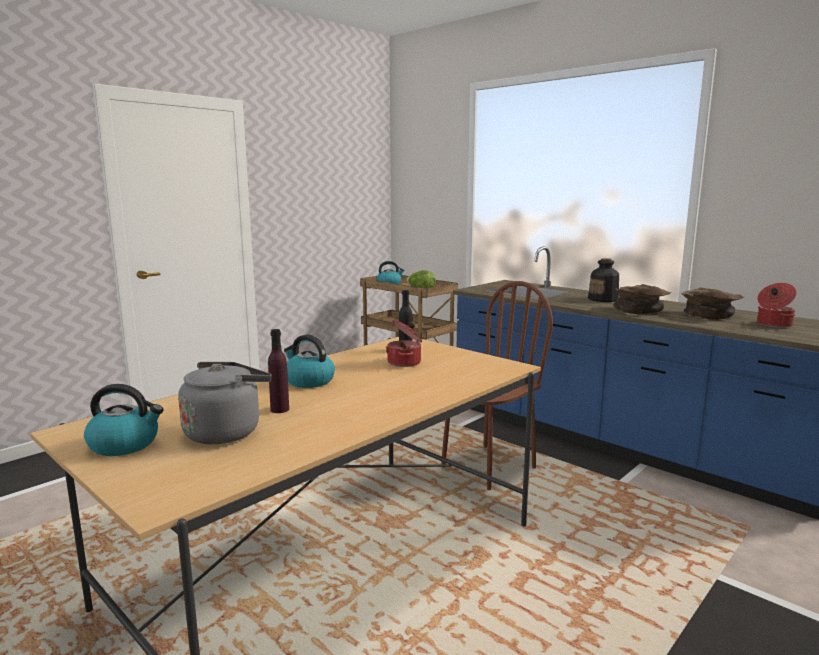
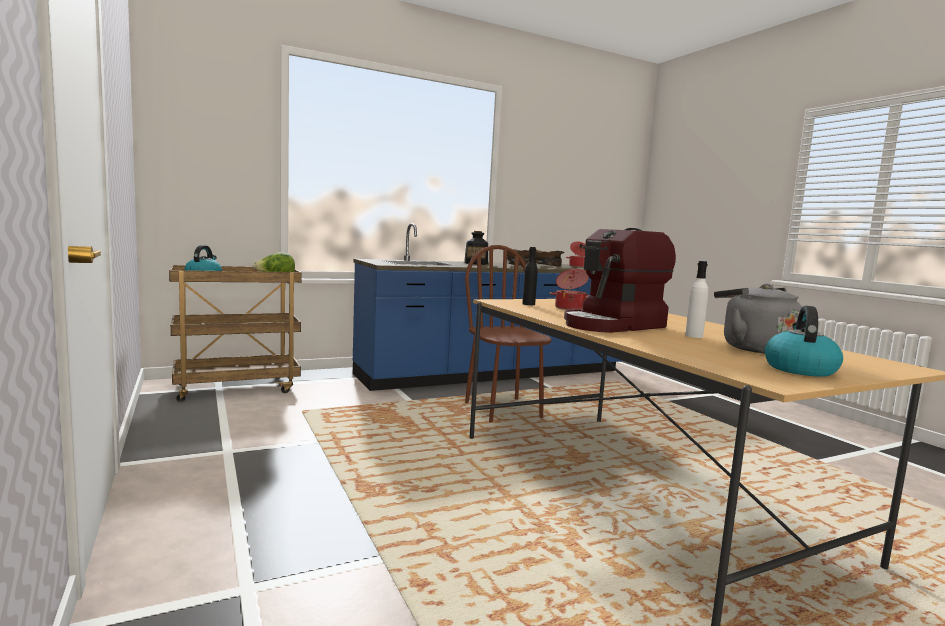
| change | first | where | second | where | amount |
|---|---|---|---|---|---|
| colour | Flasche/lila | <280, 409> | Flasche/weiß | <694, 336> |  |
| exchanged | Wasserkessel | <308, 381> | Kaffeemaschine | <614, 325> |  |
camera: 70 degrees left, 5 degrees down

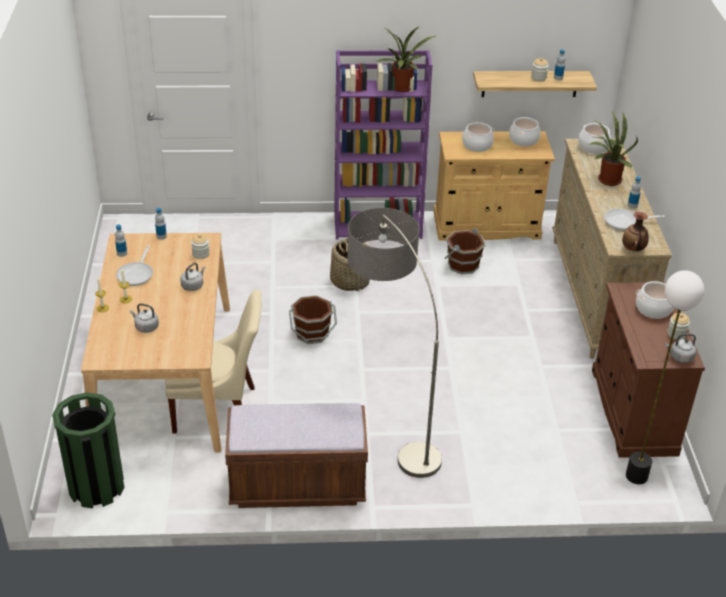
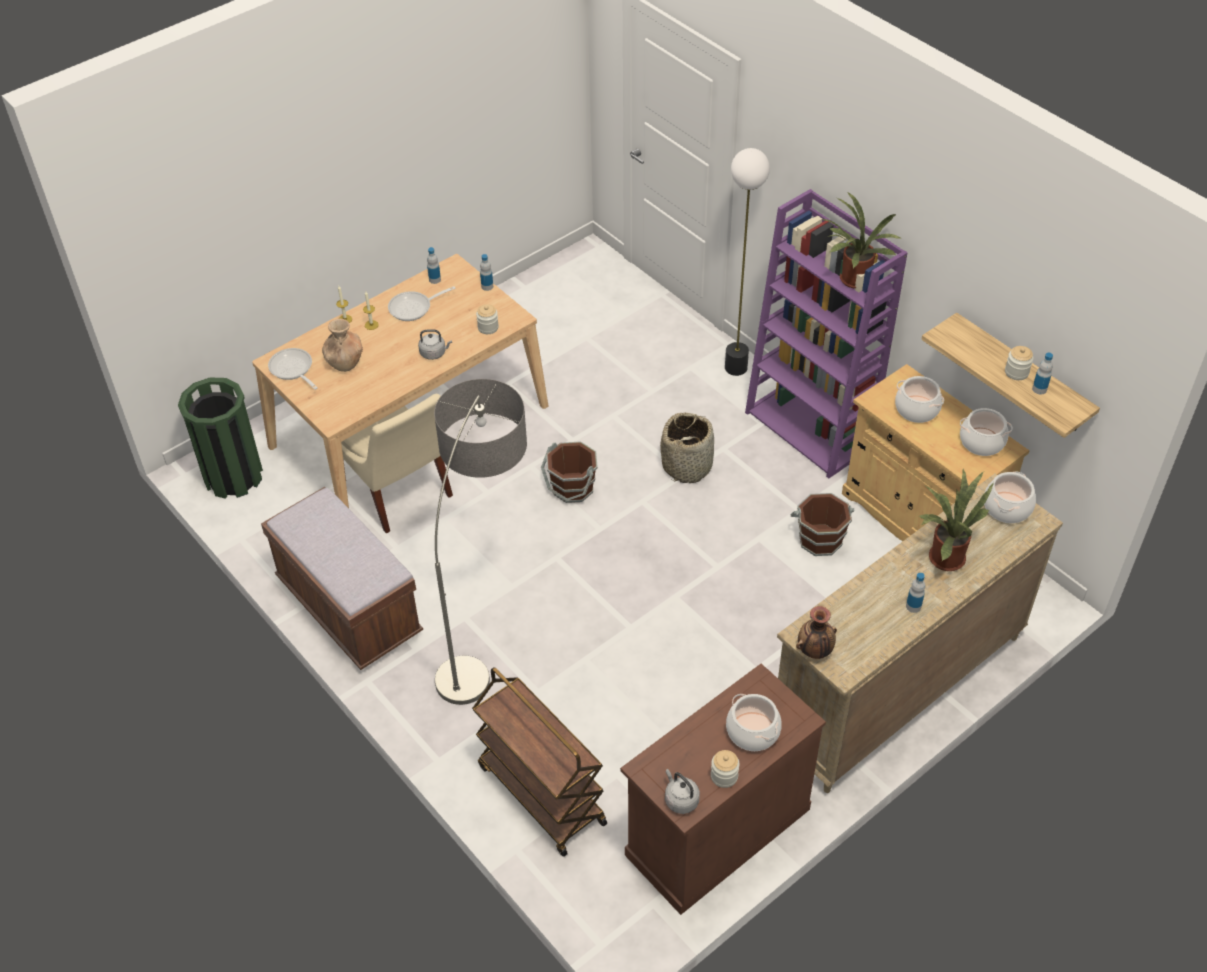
| change | first | where | second | where | amount |
|---|---|---|---|---|---|
| relocated | Pfanne | <625, 222> |  | <293, 370> |  |
| relocated | Stehlampe | <637, 476> |  | <736, 368> |  |
| exchanged | Wasserkessel/grau | <145, 327> | Vase/braun | <345, 362> |  |
| appeared |  |  | Rollwagen/braun | <540, 794> |  |
camera: 55 degrees right, 10 degrees up

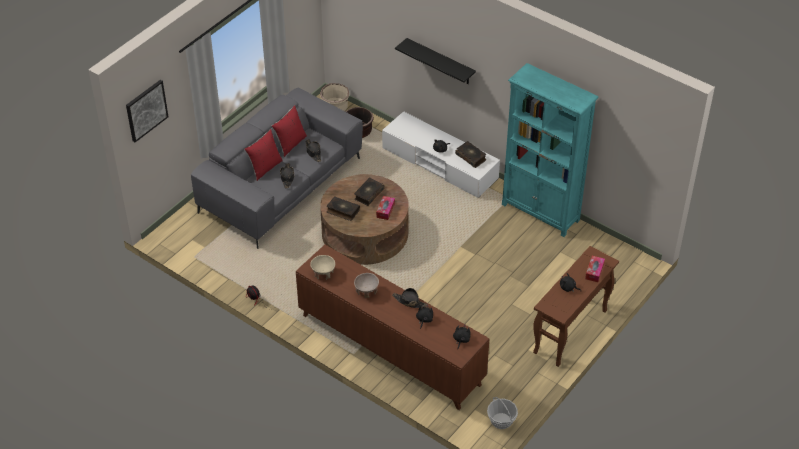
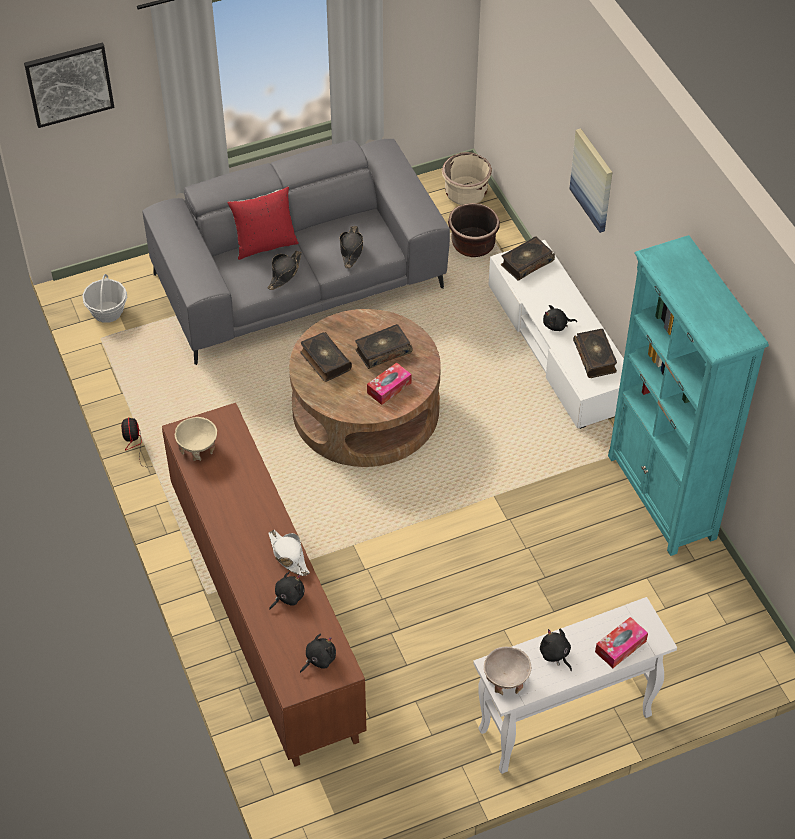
| change | first | where | second | where | amount |
|---|---|---|---|---|---|
| exchanged | Wandregal/schwarz | <440, 62> | Bild | <592, 180> |  |
| missing | Kissen/rot | <290, 144> |  |  |  |
| colour | Konsolentisch/braun | <570, 332> | Konsolentisch/weiß | <564, 724> |  |
| relocated | Schüssel/beige | <366, 291> |  | <506, 680> |  |
| colour | Hut/schwarz | <409, 301> | Hut/weiß | <288, 555> |  |
| relocated | Korb | <501, 421> |  | <107, 312> |  |
| appeared |  |  | Buch | <526, 263> |  |
camera: 30 degrees right, 5 degrees up

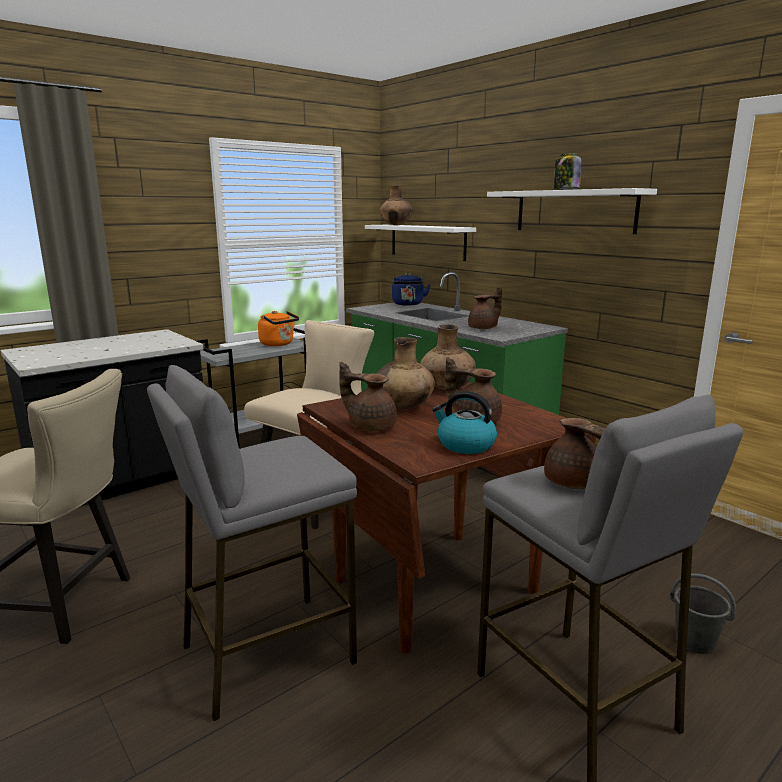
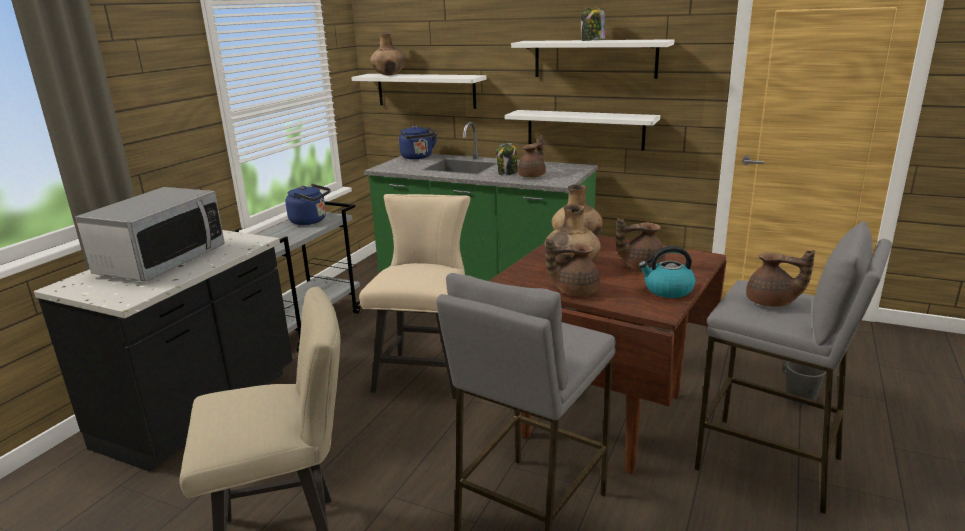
| change | first | where | second | where | amount |
|---|---|---|---|---|---|
| colour | Wasserkessel/orange | <278, 344> | Wasserkessel/blau | <310, 221> |  |
| appeared |  |  | Wandregal/weiß | <585, 129> |  |
| appeared |  |  | Vorratsglas | <507, 173> |  |
| appeared |  |  | Mikrowelle | <162, 261> |  |
camera: 25 degrees left, 5 degrees up

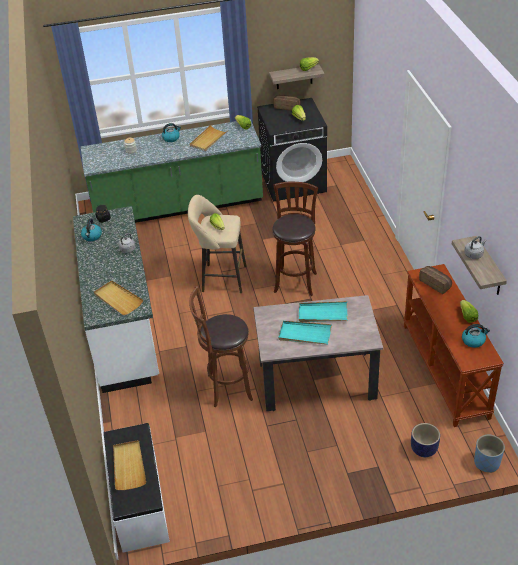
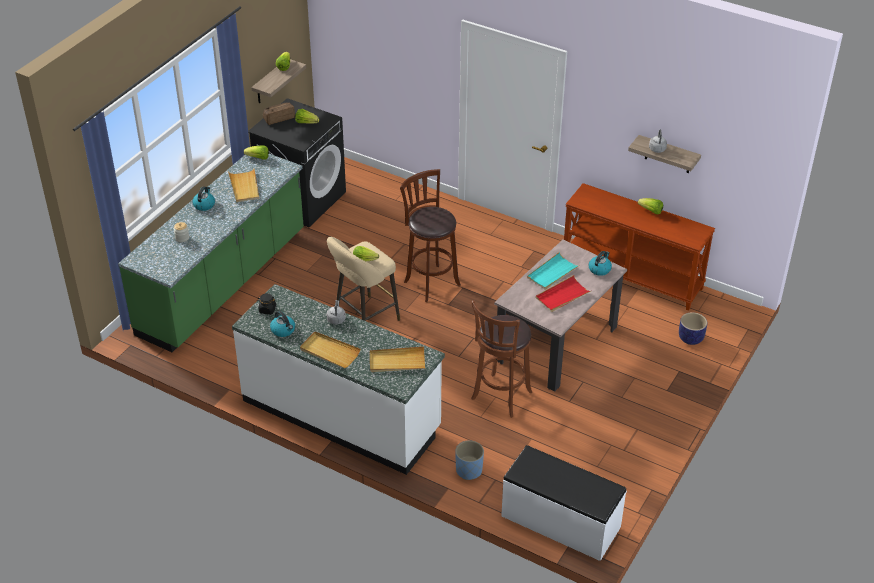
| change | first | where | second | where | amount |
|---|---|---|---|---|---|
| missing | Brot | <435, 284> |  |  |  |
| colour | Tablett/türkis | <304, 334> | Tablett/rot | <562, 296> |  |
| relocated | Wasserkessel | <473, 340> |  | <599, 269> |  |
| relocated | Pflanzkübel/blau | <486, 462> |  | <468, 470> |  |
| relocated | Tablett/beige | <129, 466> |  | <329, 351> |  |
camera: 50 degrees left, 0 degrees up

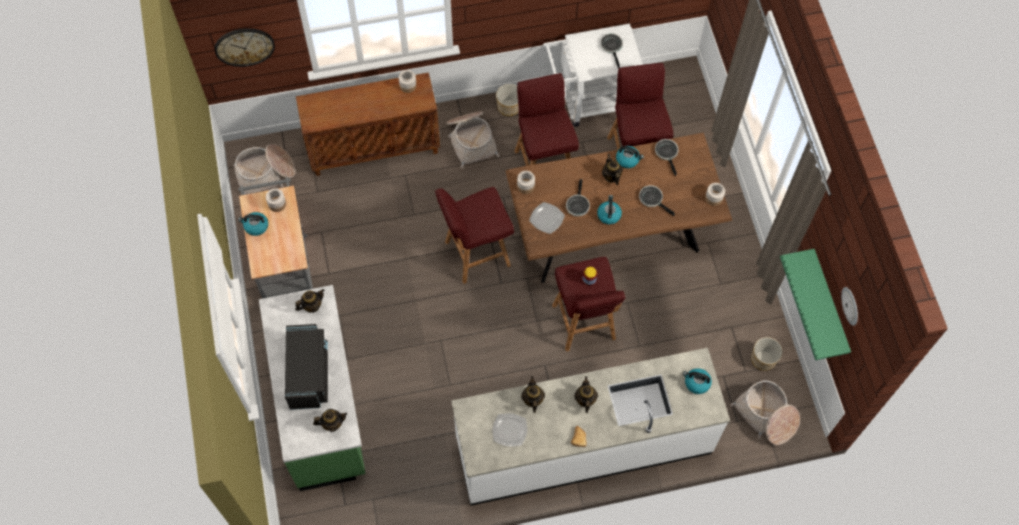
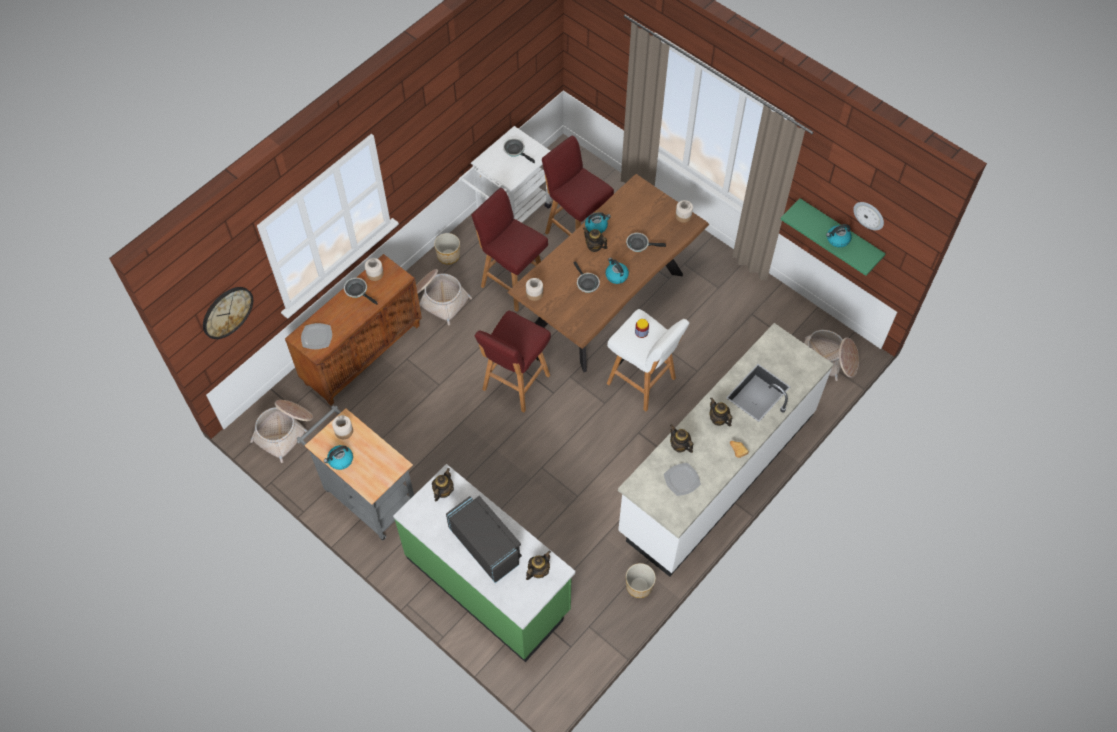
| change | first | where | second | where | amount |
|---|---|---|---|---|---|
| relocated | Pfanne | <667, 153> |  | <358, 291> |  |
| relocated | Teller | <546, 218> |  | <316, 337> |  |
| colour | Hocker/rot | <584, 324> | Hocker/weiß | <642, 382> |  |
| relocated | Pflanzkübel | <763, 359> |  | <639, 586> |  |
| relocated | Wasserkessel | <696, 383> |  | <837, 240> |  |
camera: 35 degrees left, 5 degrees down

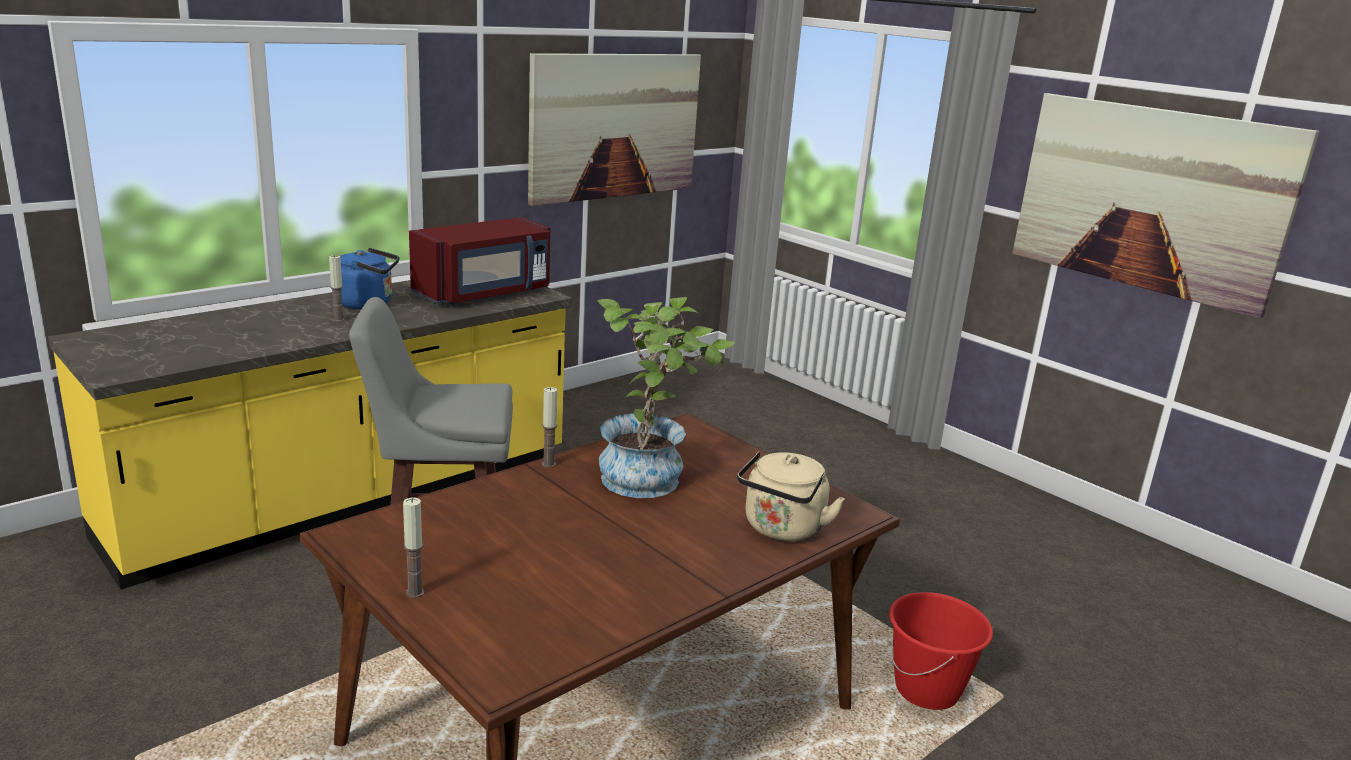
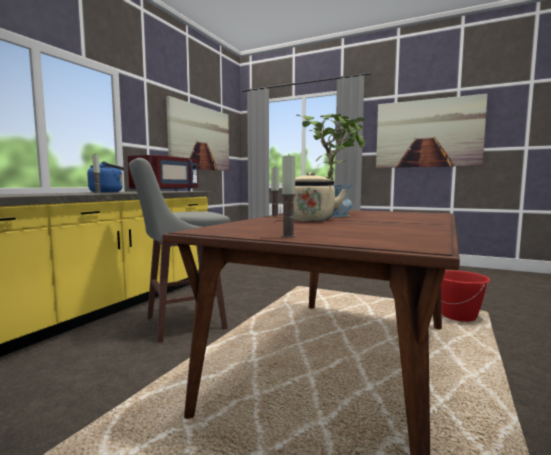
| change | first | where | second | where | amount |
|---|---|---|---|---|---|
| relocated | Wasserkessel/beige | <782, 529> |  | <310, 220> |  |
camera: 20 degrees left, 15 degrees down

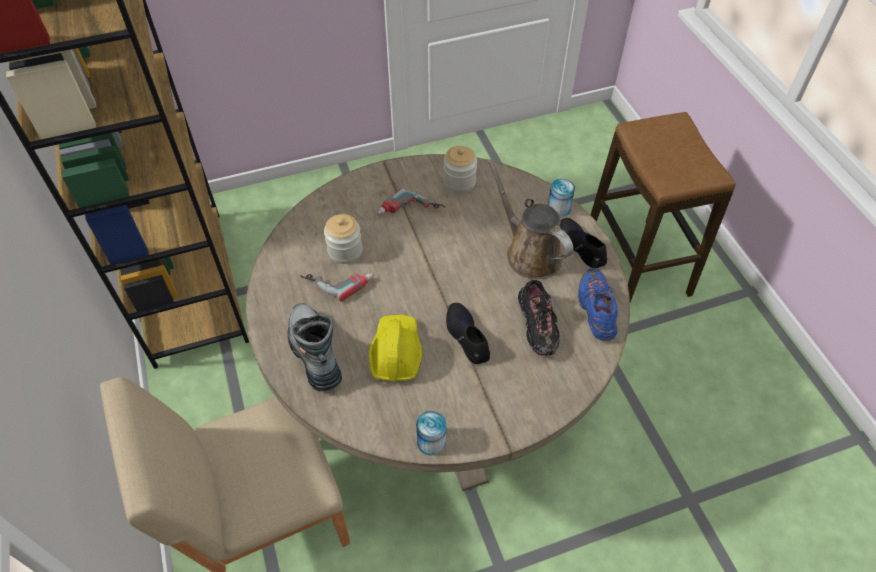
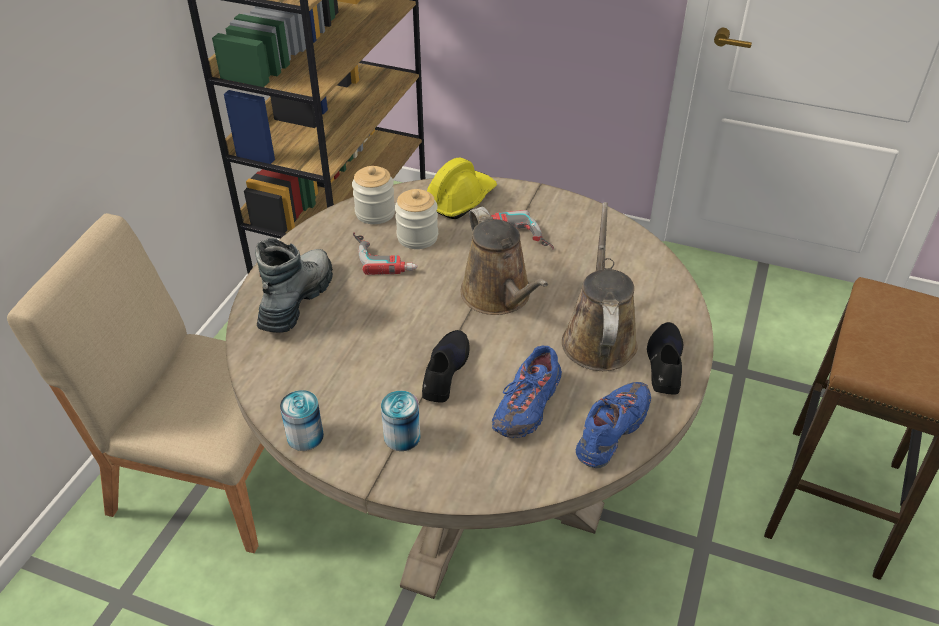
| change | first | where | second | where | amount |
|---|---|---|---|---|---|
| relocated | Vorratsglas | <459, 182> |  | <375, 213> |  |
| relocated | Dose | <558, 208> |  | <402, 436> |  |
| colour | Schuh/schwarz | <537, 326> | Schuh/blau | <527, 406> |  |
| relocated | Schutzhelm/gelb | <396, 352> |  | <459, 200> |  |
| appeared |  |  | Gießkanne/braun | <499, 296> |  |
camera: 40 degrees right, 10 degrees down

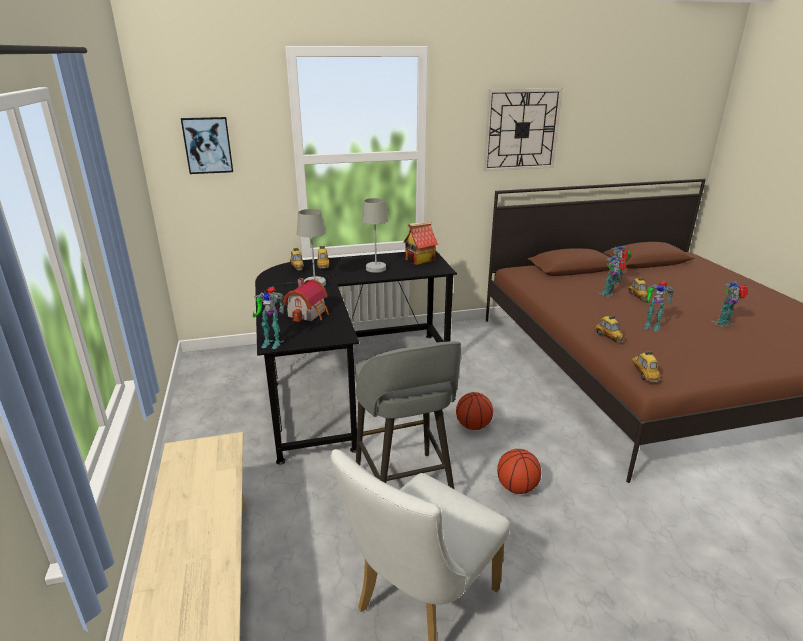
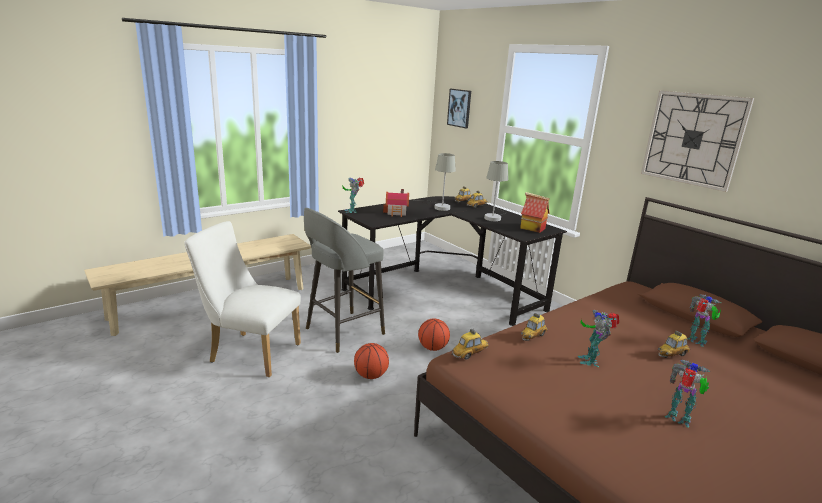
| change | first | where | second | where | amount |
|---|---|---|---|---|---|
| missing | Spielzeugroboter | <608, 294> |  |  |  |
camera: 65 degrees right, 5 degrees down

